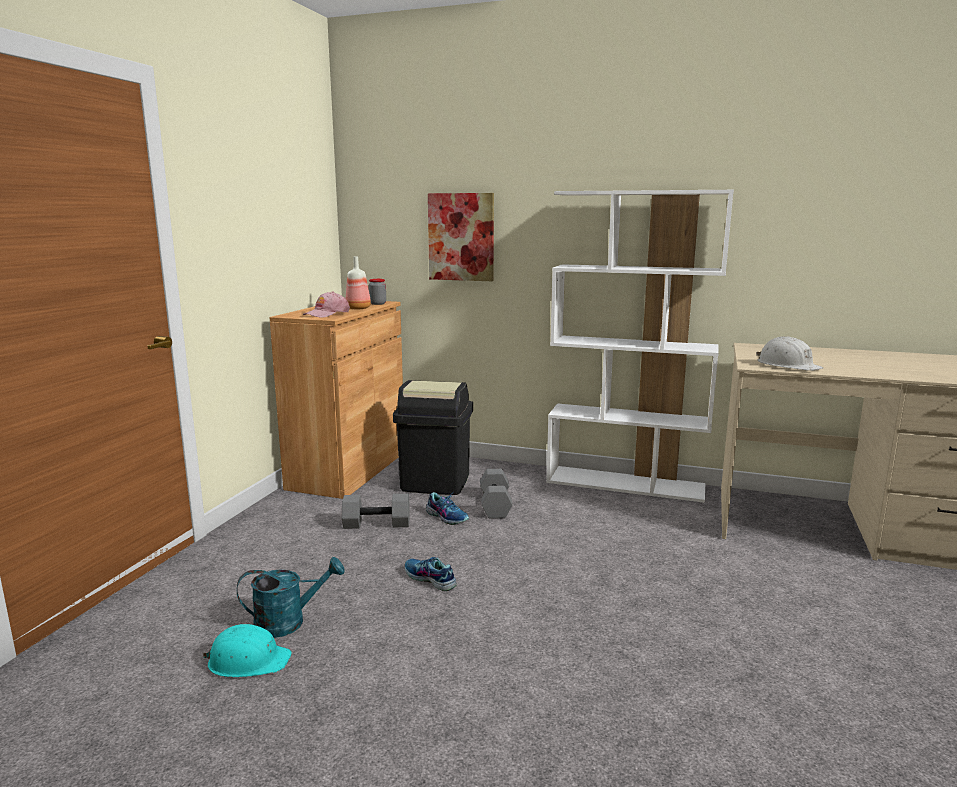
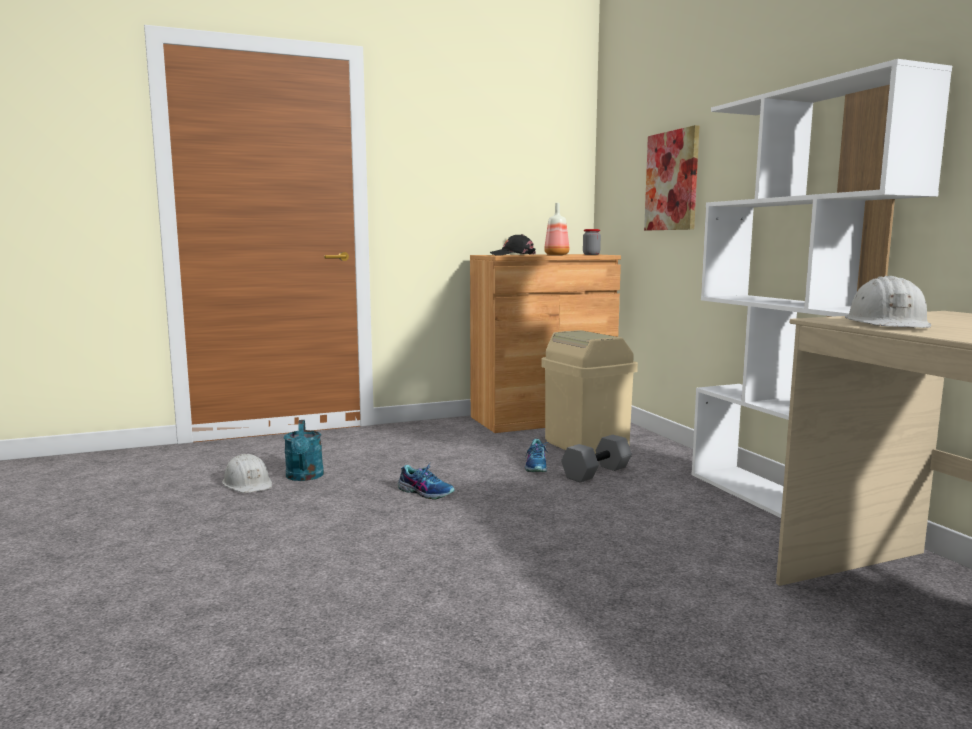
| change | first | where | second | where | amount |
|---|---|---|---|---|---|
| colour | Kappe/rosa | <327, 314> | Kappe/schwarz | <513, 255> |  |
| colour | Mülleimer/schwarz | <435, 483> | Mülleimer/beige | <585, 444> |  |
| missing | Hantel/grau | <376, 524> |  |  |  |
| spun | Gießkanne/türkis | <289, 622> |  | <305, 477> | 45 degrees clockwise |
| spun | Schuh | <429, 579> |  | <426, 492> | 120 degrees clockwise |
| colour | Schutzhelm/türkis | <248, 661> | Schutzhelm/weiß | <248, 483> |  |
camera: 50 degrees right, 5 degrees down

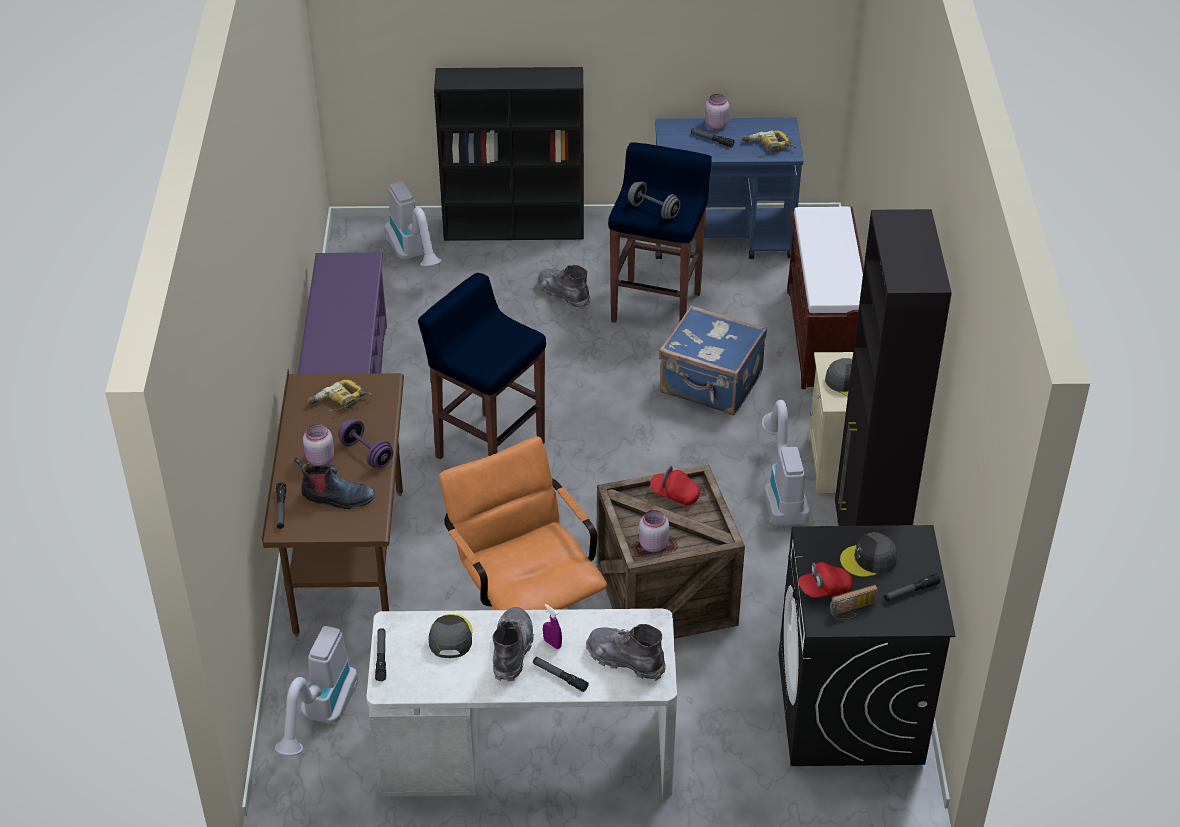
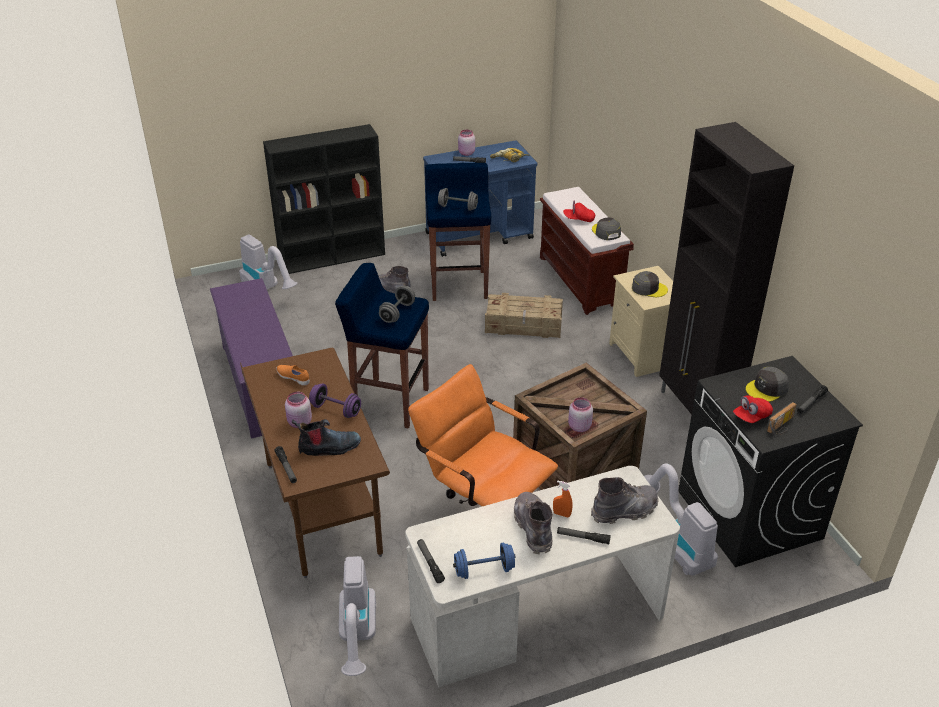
| change | first | where | second | where | amount |
|---|---|---|---|---|---|
| exchanged | Koffer/blau | <711, 385> | Kiste | <524, 325> |  |
| exchanged | Bohrmaschine | <339, 402> | Schuh/orange | <294, 378> |  |
| relocated | Staubsauger | <781, 492> |  | <677, 543> |  |
| relocated | Kappe/rot | <674, 494> |  | <578, 219> |  |
| colour | Sprühflasche/lila | <552, 643> | Sprühflasche/orange | <561, 514> |  |
| relocated | Kappe/grau | <450, 637> |  | <606, 232> |  |
| spun | Stiefel/grau | <625, 659> |  | <625, 511> | 150 degrees clockwise |
| appeared |  |  | Hantel/grau | <397, 313> |  |
| appeared |  |  | Hantel/blau | <484, 570> |  |
camera: 20 degrees left, 5 degrees down

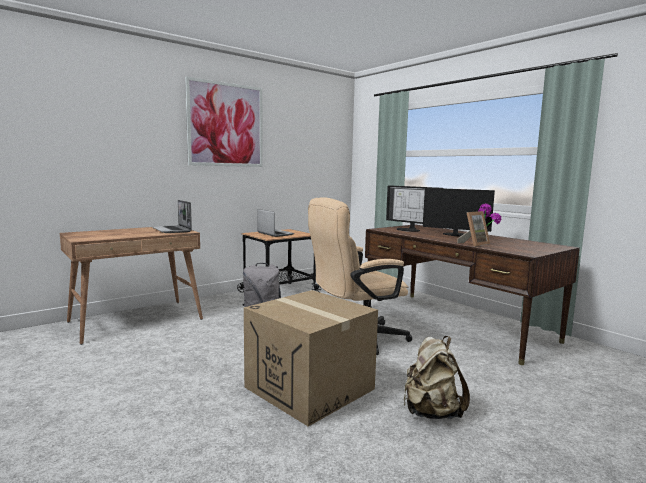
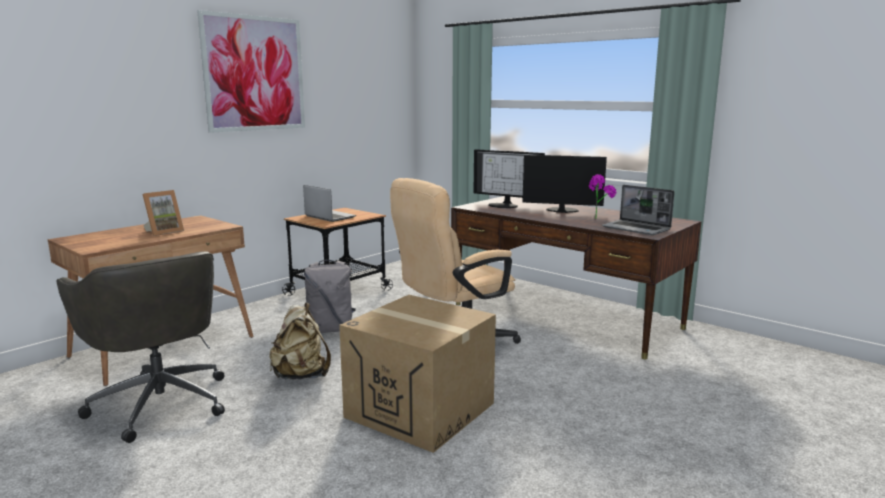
| change | first | where | second | where | amount |
|---|---|---|---|---|---|
| relocated | Laptop | <172, 230> |  | <637, 229> |  |
| relocated | Bilderrahmen | <474, 244> |  | <164, 232> |  |
| relocated | Rucksack/beige | <431, 413> |  | <301, 375> |  |
| appeared |  |  | Bürostuhl/grau | <160, 402> |  |
camera: 10 degrees left, 5 degrees up

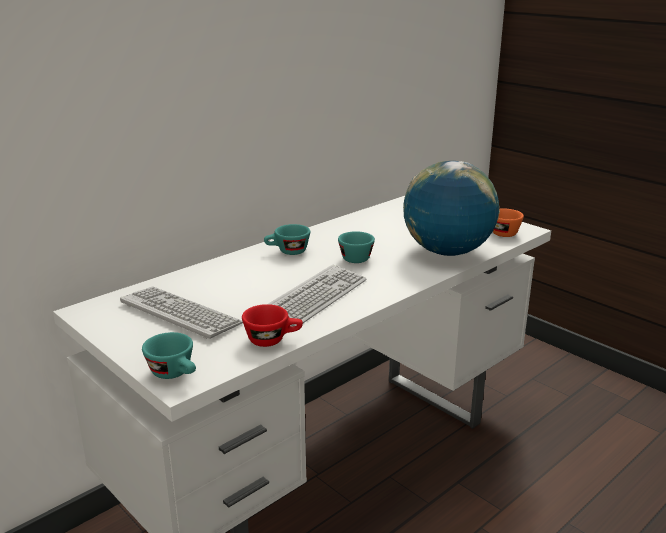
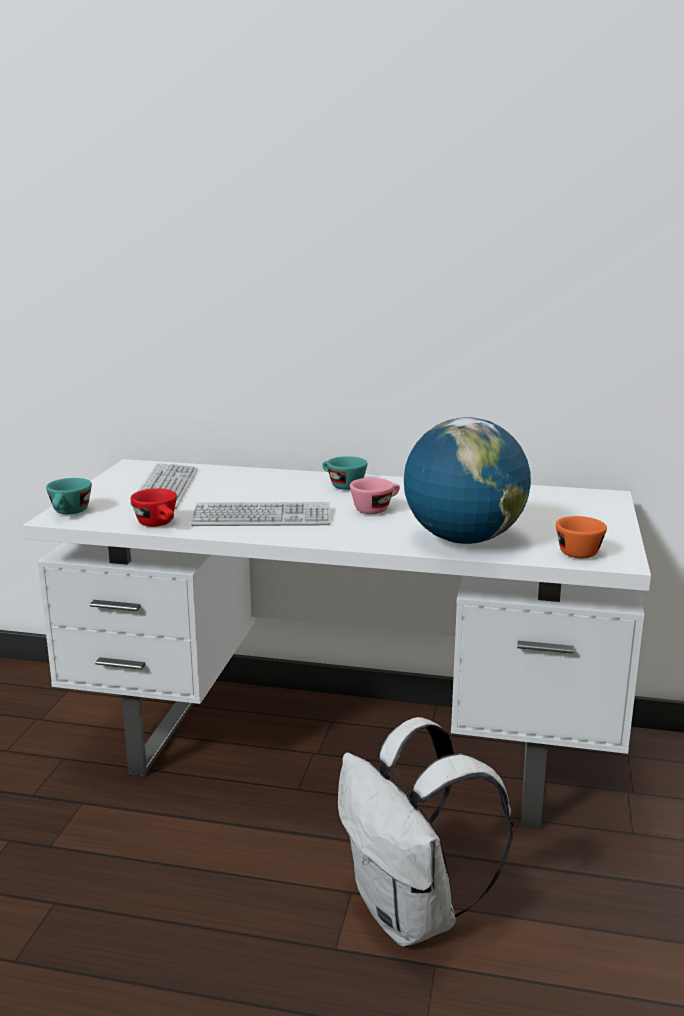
| change | first | where | second | where | amount |
|---|---|---|---|---|---|
| colour | Tasse/türkis | <354, 257> | Tasse/rosa | <376, 509> |  |
| appeared |  |  | Rucksack/weiß | <411, 914> |  |
camera: 55 degrees right, 5 degrees down

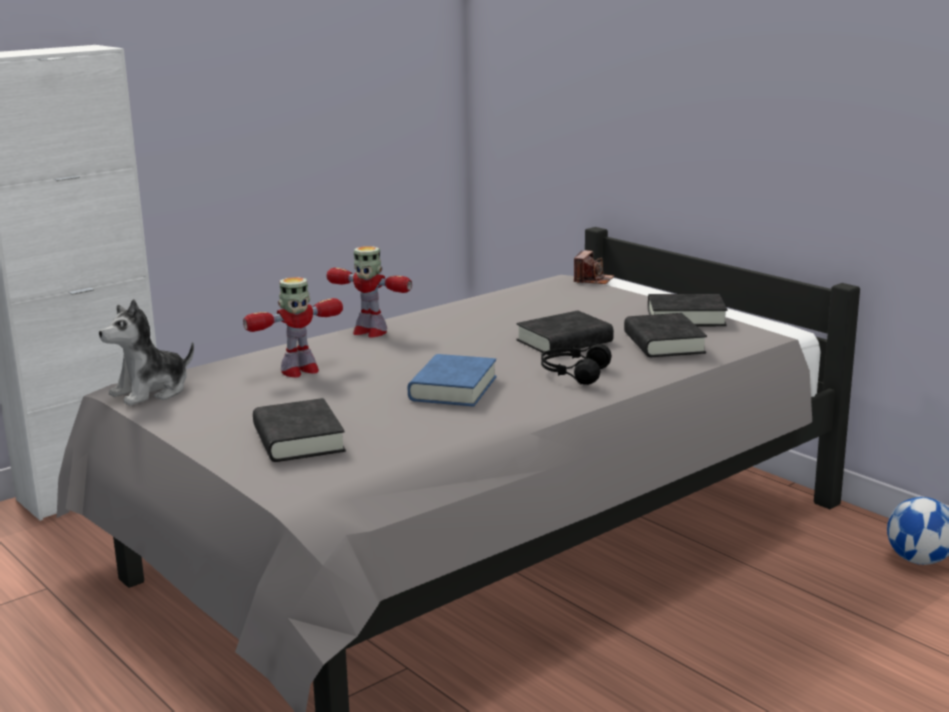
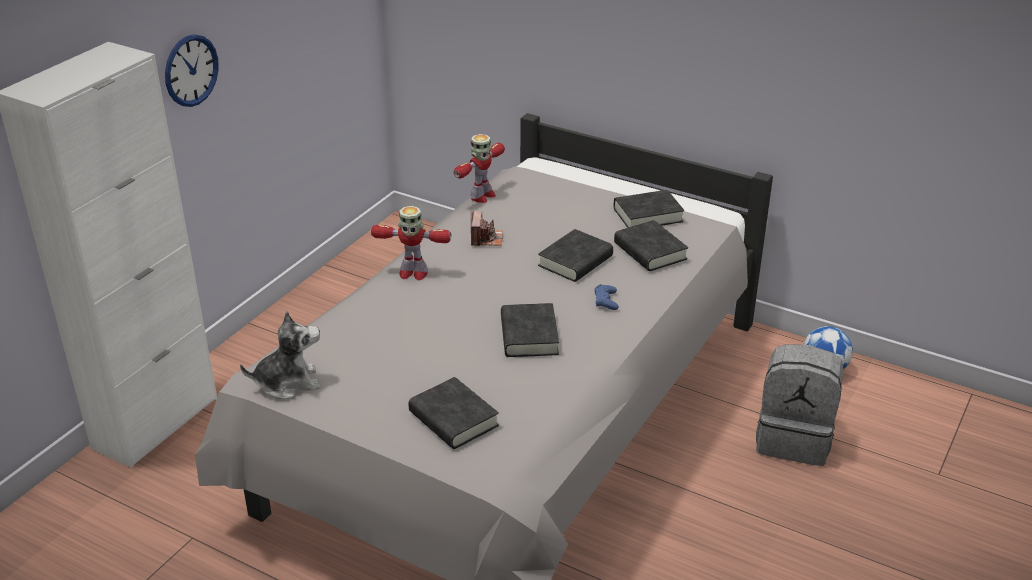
| change | first | where | second | where | amount |
|---|---|---|---|---|---|
| relocated | Kamera | <593, 280> |  | <486, 239> |  |
| relocated | Spielzeugroboter | <299, 371> |  | <482, 196> |  |
| spun | Plüschtier | <151, 392> |  | <288, 383> | 135 degrees counterclockwise |
| exchanged | Kopfhörer/schwarz | <573, 373> | Gamepad/blau | <606, 301> |  |
| colour | Buch/blau | <453, 388> | Buch/schwarz | <529, 336> |  |
| appeared |  |  | Wanduhr | <191, 70> |  |
| appeared |  |  | Rucksack/grau | <794, 439> |  |
camera: 20 degrees left, 15 degrees up

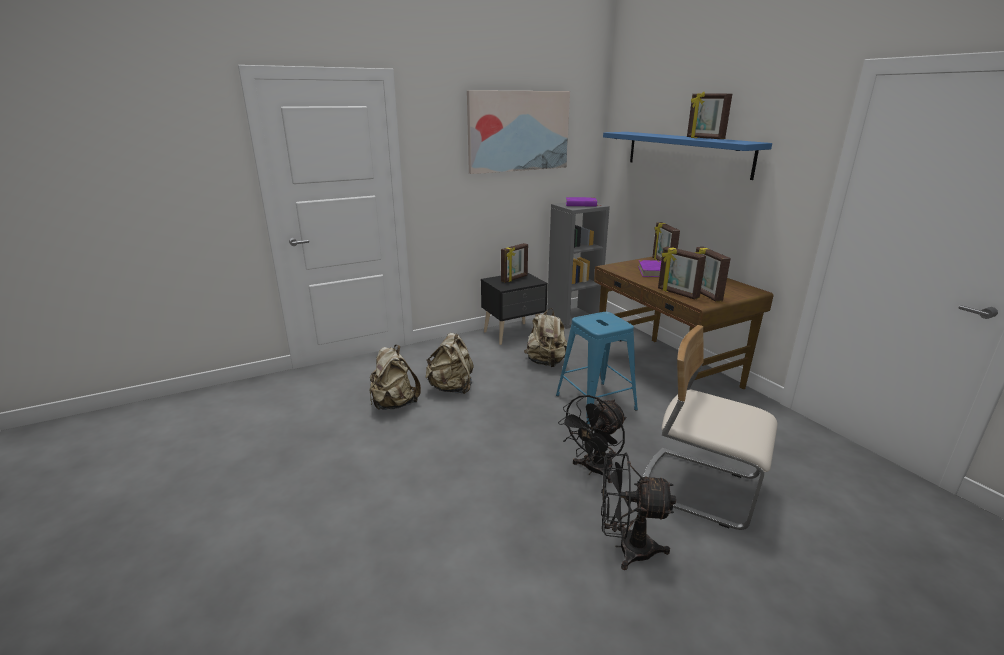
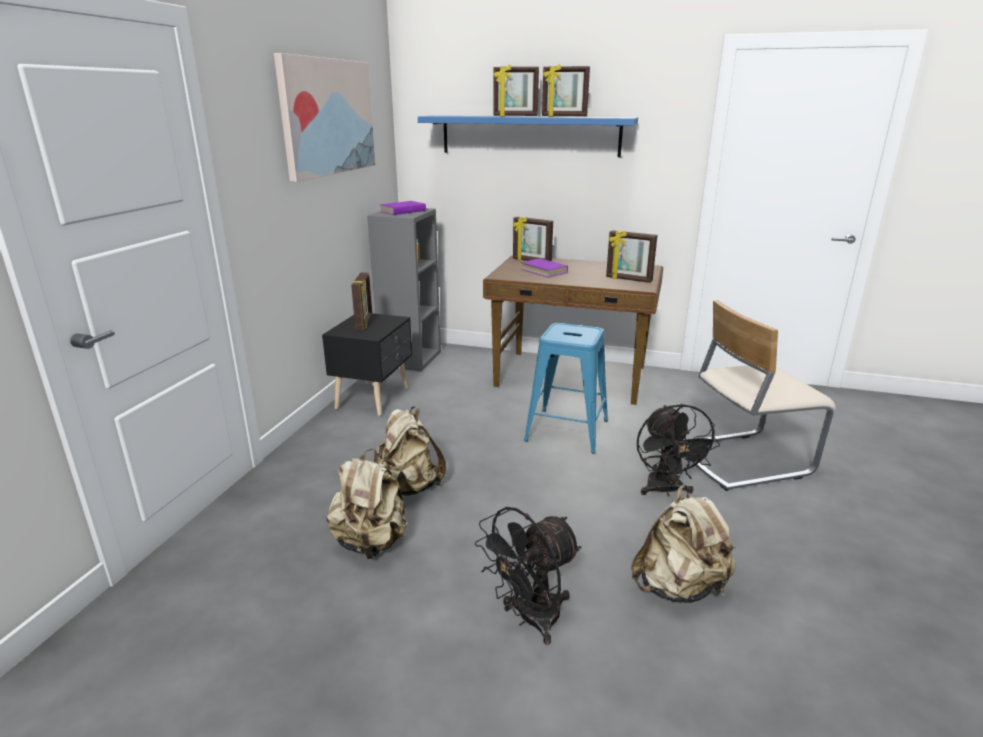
| change | first | where | second | where | amount |
|---|---|---|---|---|---|
| relocated | Bilderrahmen | <677, 294> |  | <515, 116> |  |
| relocated | Rucksack/beige | <546, 362> |  | <679, 587> |  |
| relocated | Ventilator/schwarz | <626, 548> |  | <529, 619> |  |
camera: 45 degrees left, 0 degrees up

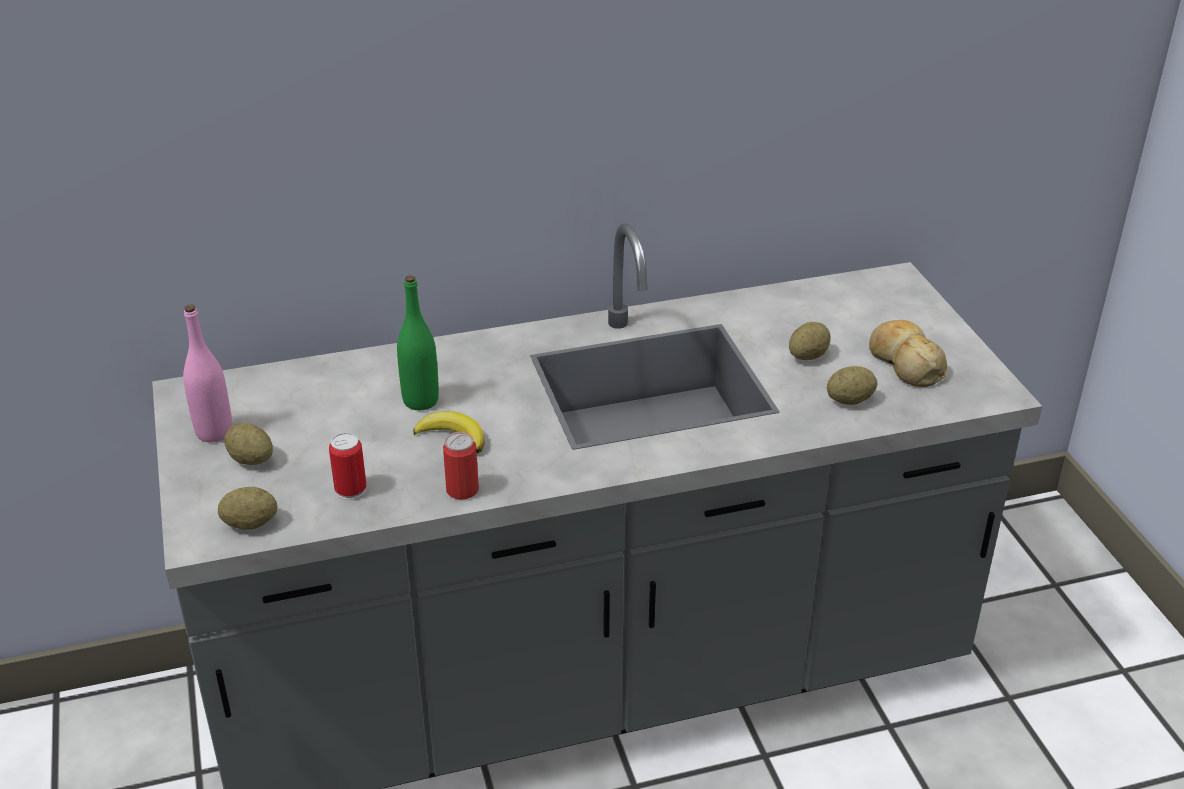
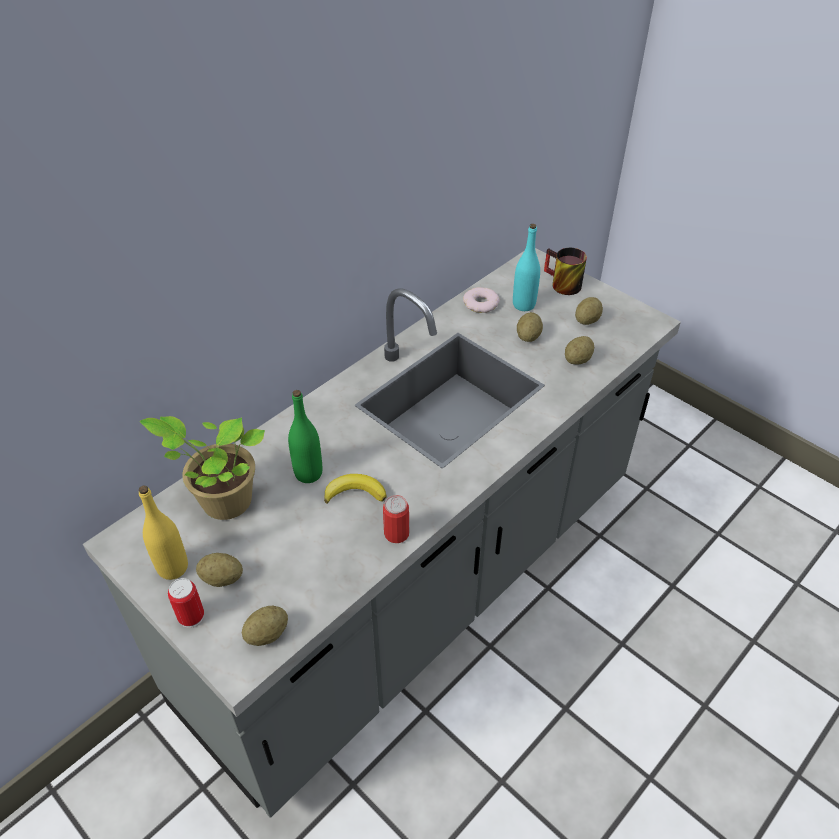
| change | first | where | second | where | amount |
|---|---|---|---|---|---|
| colour | Flasche/rosa | <214, 432> | Flasche/gelb | <173, 567> |  |
| exchanged | Brot | <905, 363> | Kartoffel | <587, 320> |  |
| relocated | Dose | <350, 490> |  | <191, 616> |  |
| appeared |  |  | Flasche/türkis | <523, 305> |  |
| appeared |  |  | Henkelbecher | <560, 284> |  |
| appeared |  |  | Donut | <481, 303> |  |
| appeared |  |  | Topfpflanze | <222, 501> |  |
camera: 30 degrees left, 10 degrees up

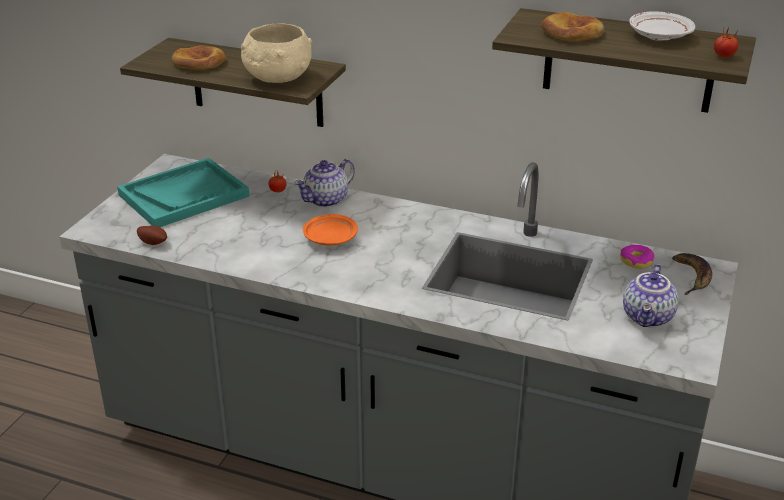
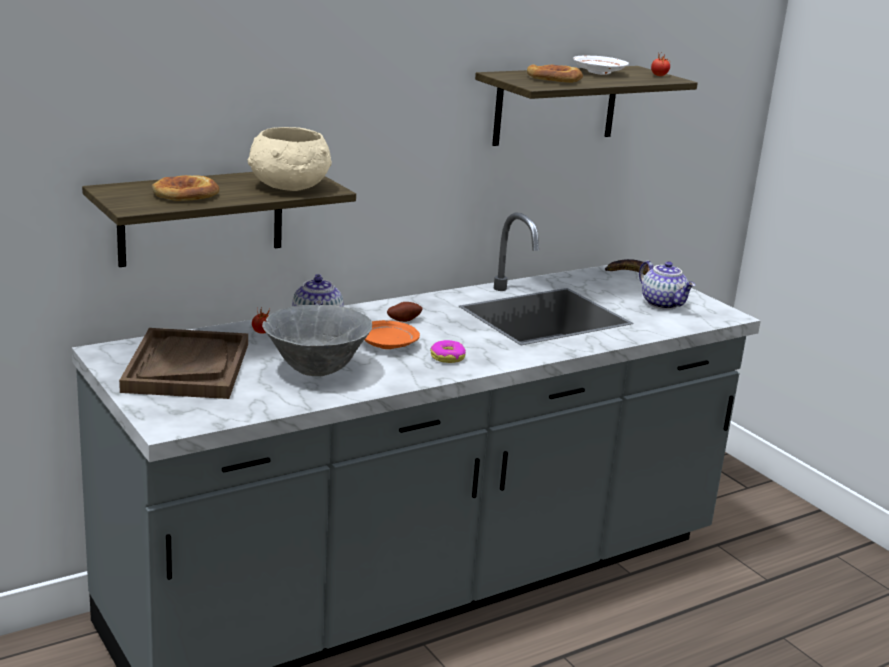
| change | first | where | second | where | amount |
|---|---|---|---|---|---|
| colour | Tablett/türkis | <184, 195> | Tablett/braun | <187, 367> |  |
| relocated | Kartoffel | <153, 242> |  | <403, 320> |  |
| relocated | Donut | <636, 261> |  | <447, 357> |  |
| appeared |  |  | Schüssel/grau | <316, 371> |  |
camera: 55 degrees left, 10 degrees down

